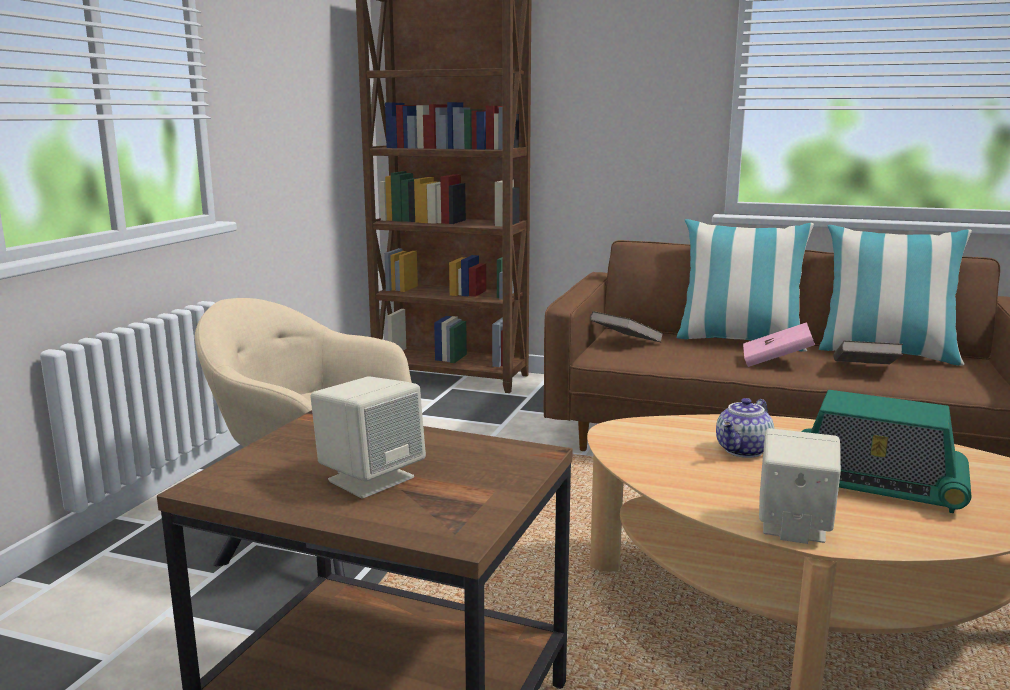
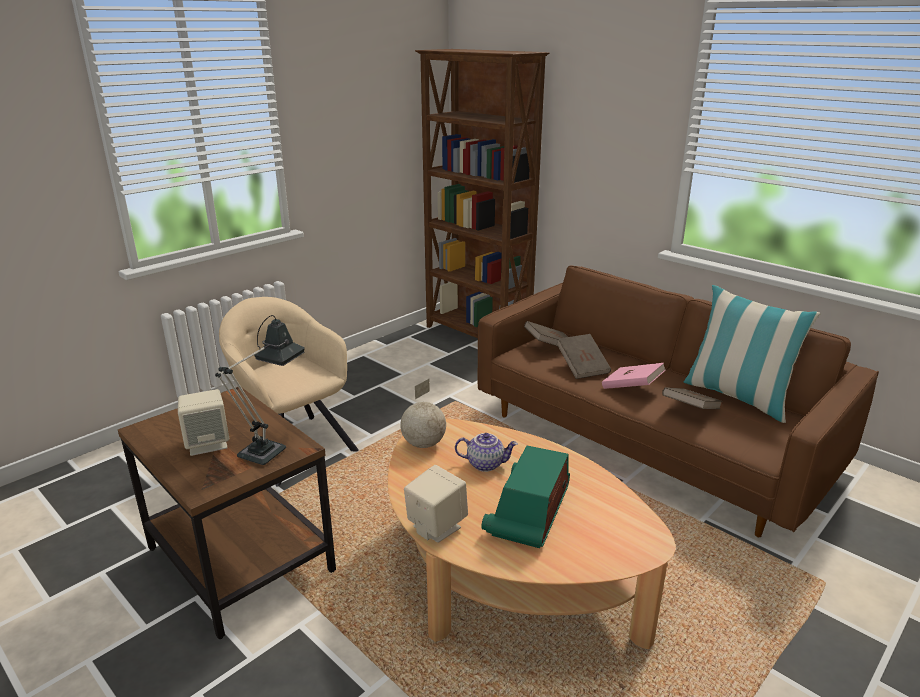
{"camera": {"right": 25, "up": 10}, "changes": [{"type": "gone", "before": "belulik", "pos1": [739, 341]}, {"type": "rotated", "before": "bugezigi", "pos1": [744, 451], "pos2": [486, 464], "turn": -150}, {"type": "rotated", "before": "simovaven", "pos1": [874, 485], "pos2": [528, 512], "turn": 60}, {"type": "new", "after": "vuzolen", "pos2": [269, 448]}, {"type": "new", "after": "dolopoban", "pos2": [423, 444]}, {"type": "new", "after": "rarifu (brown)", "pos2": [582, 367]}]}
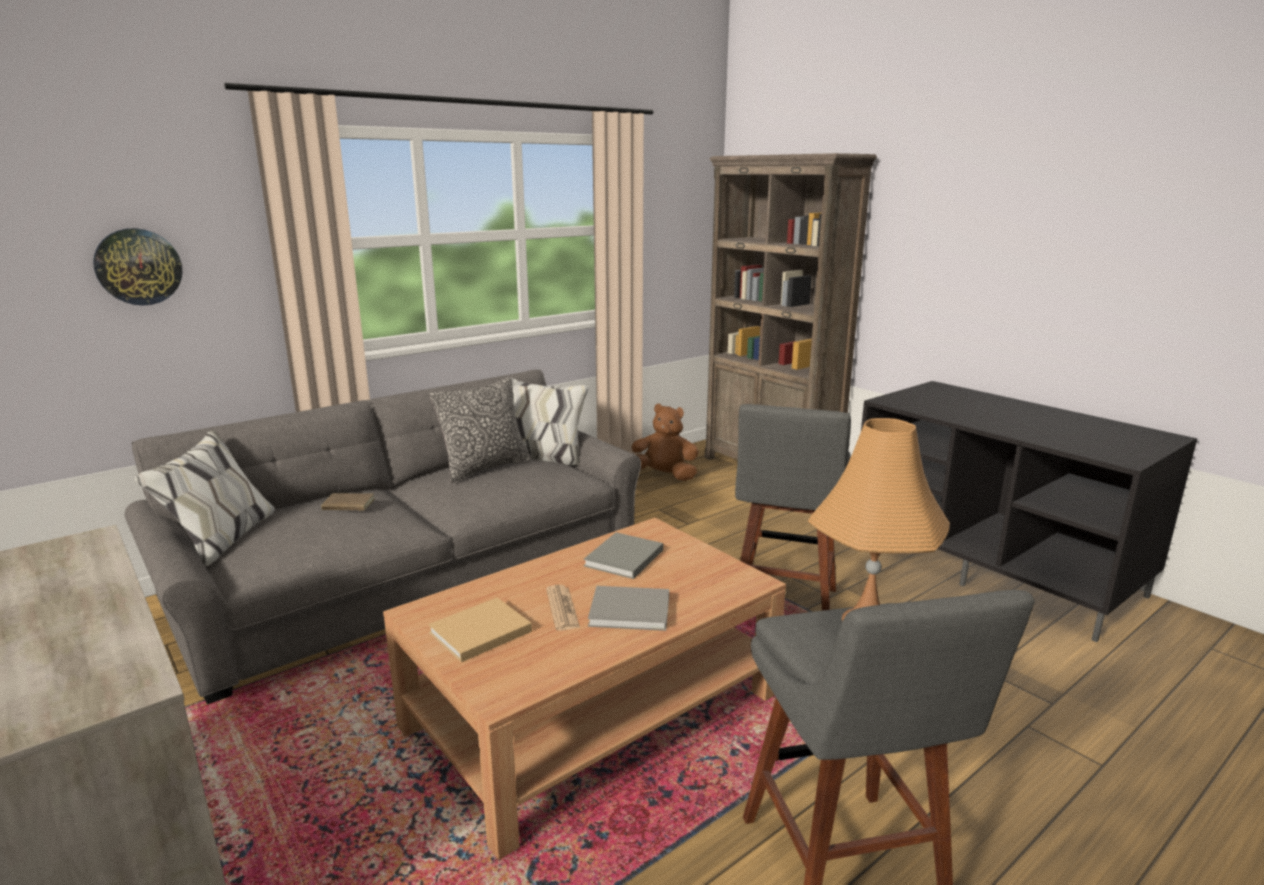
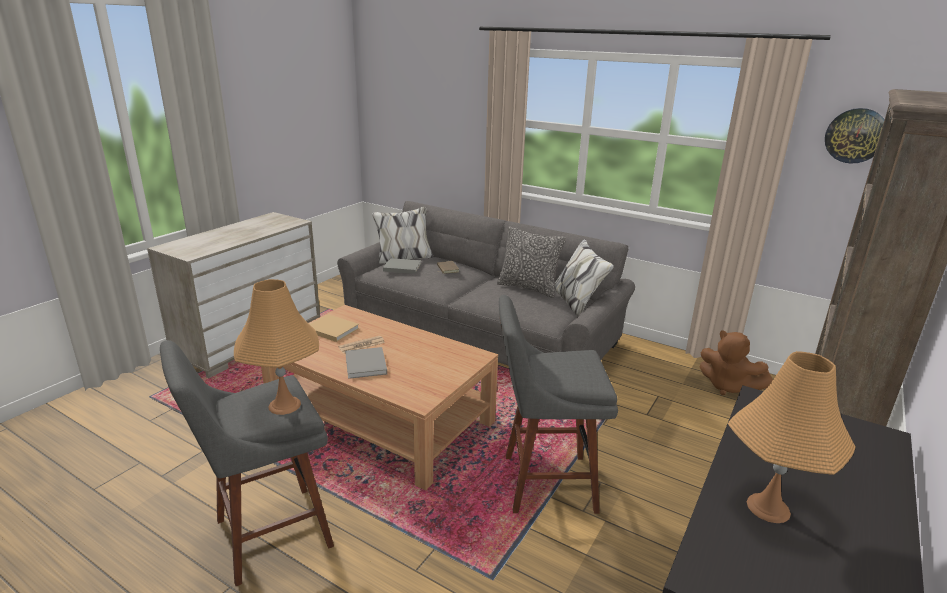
{"camera": {"right": 70, "up": 5}, "changes": [{"type": "shifted", "before": "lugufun", "pos1": [138, 267], "pos2": [855, 135]}, {"type": "shifted", "before": "rarifu (grey)", "pos1": [623, 559], "pos2": [401, 267]}, {"type": "rotated", "before": "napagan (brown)", "pos1": [663, 475], "pos2": [728, 386], "turn": 135}, {"type": "new", "after": "vuzolen (orange)", "pos2": [768, 507]}]}
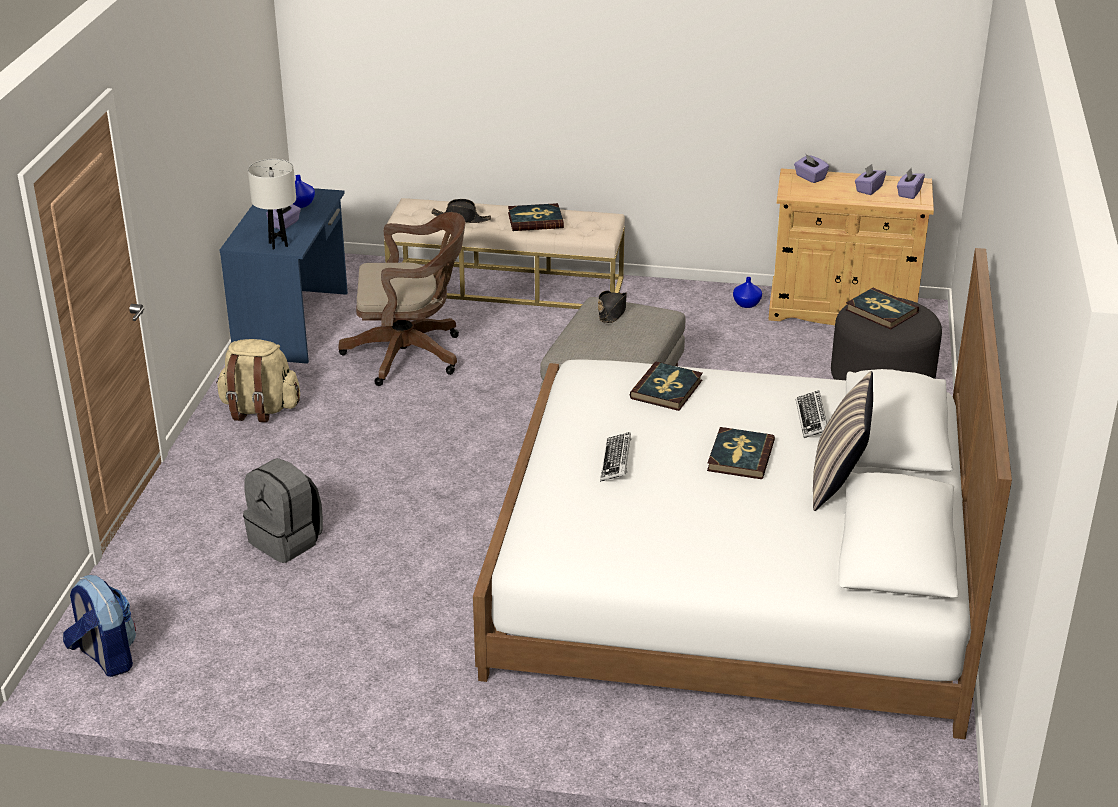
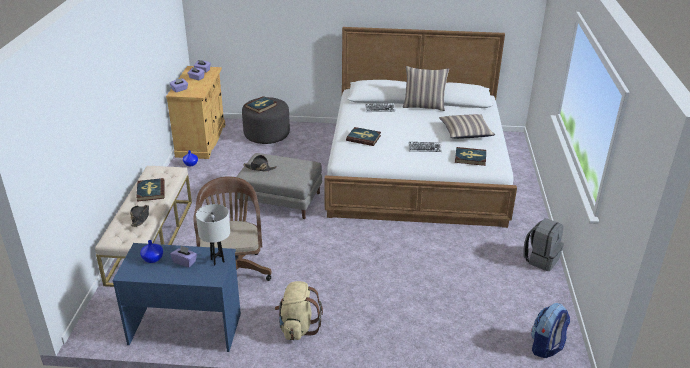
{"camera": {"right": -95, "up": 0}, "changes": [{"type": "shifted", "before": "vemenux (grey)", "pos1": [287, 541], "pos2": [541, 259]}, {"type": "shifted", "before": "rarifu", "pos1": [740, 456], "pos2": [470, 158]}, {"type": "new", "after": "belulik", "pos2": [466, 132]}]}
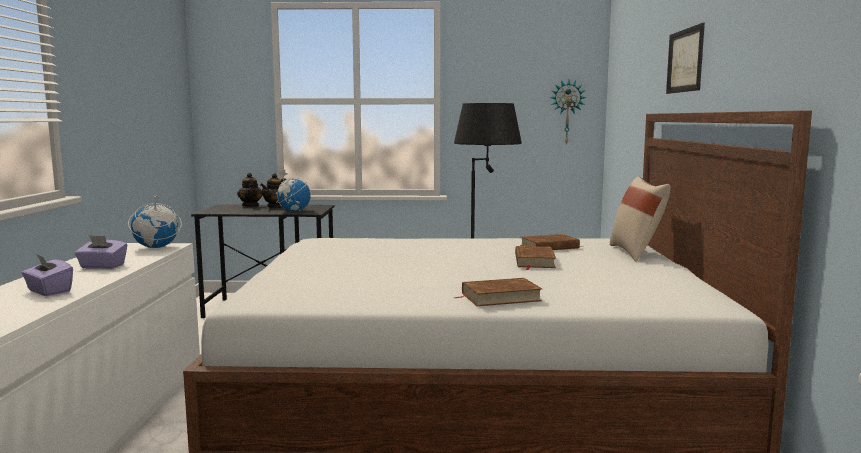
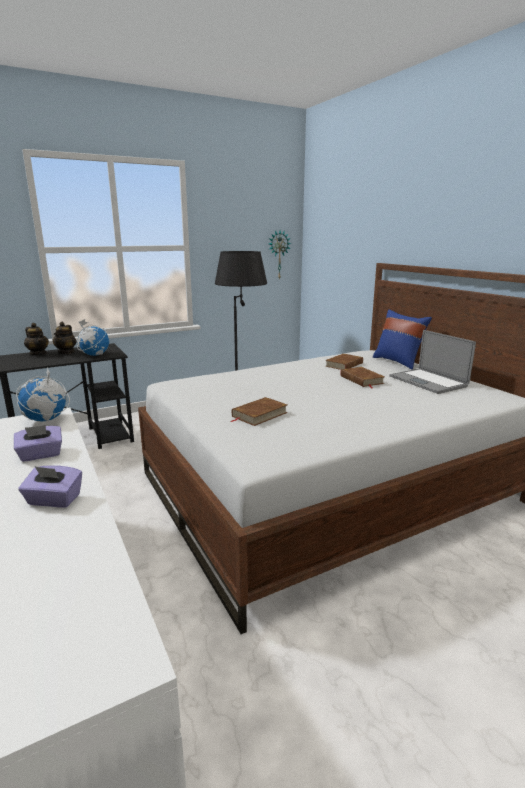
{"camera": {"right": -30, "up": 10}, "changes": [{"type": "shifted", "before": "rarifu (brown)", "pos1": [500, 297], "pos2": [259, 414]}, {"type": "repainted", "before": "belulik (beige)", "after": "belulik (blue)", "pos1": [636, 253], "pos2": [398, 362]}, {"type": "gone", "before": "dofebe", "pos1": [685, 60]}, {"type": "new", "after": "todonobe", "pos2": [427, 381]}]}
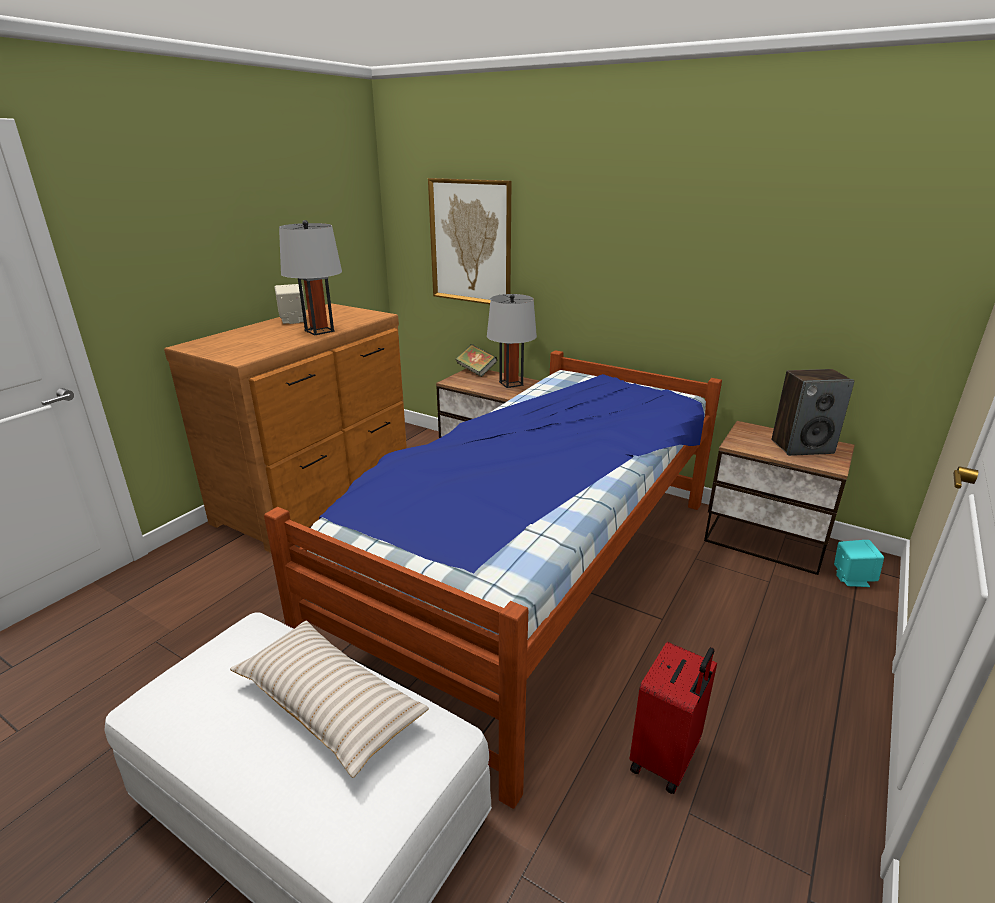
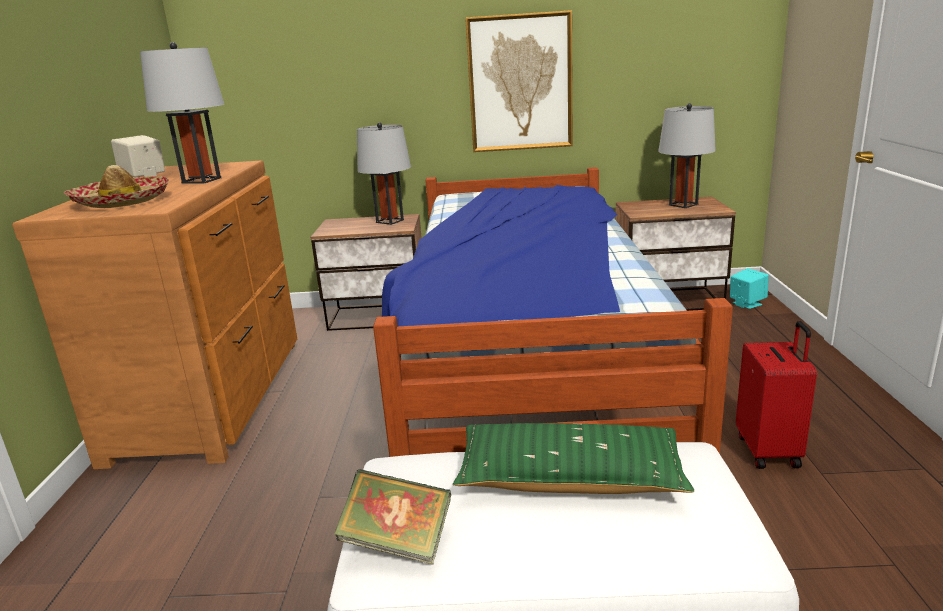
{"camera": {"right": -30, "up": -5}, "changes": [{"type": "repainted", "before": "belulik (beige)", "after": "belulik (green)", "pos1": [329, 705], "pos2": [569, 478]}, {"type": "shifted", "before": "dofebe", "pos1": [471, 242], "pos2": [520, 83]}, {"type": "shifted", "before": "rarifu", "pos1": [476, 371], "pos2": [397, 542]}, {"type": "swapped", "before": "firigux", "after": "vuzolen (grey)", "pos1": [802, 447], "pos2": [683, 204]}, {"type": "new", "after": "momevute", "pos2": [121, 202]}]}
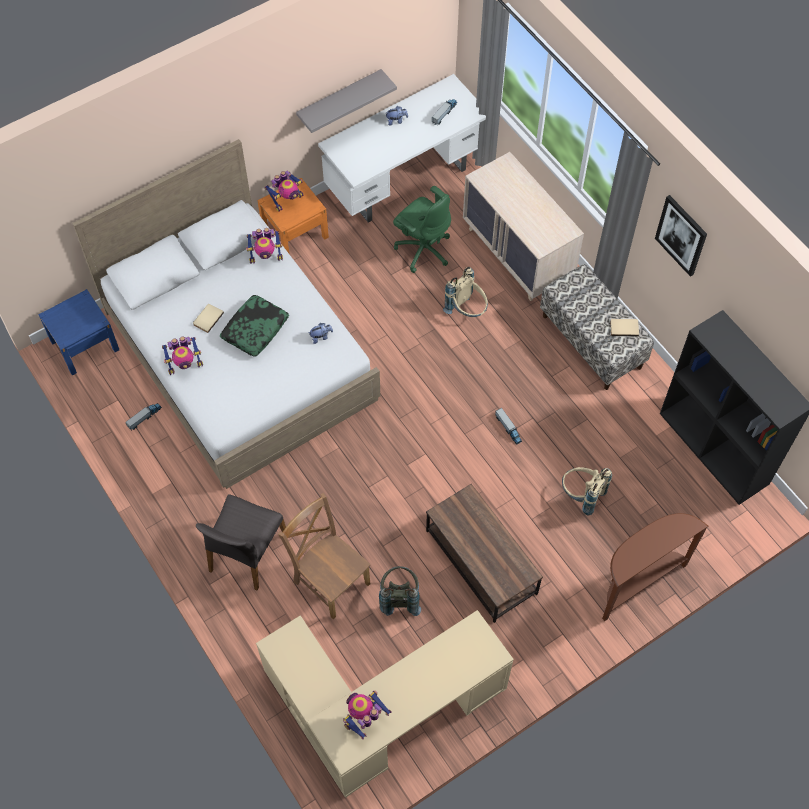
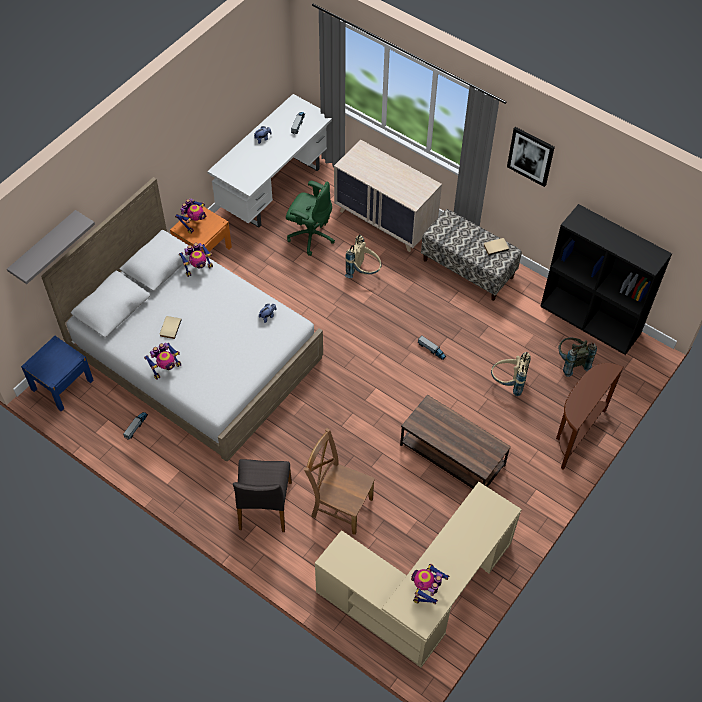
{"camera": {"right": -20, "up": -5}, "changes": [{"type": "gone", "before": "belulik", "pos1": [255, 329]}, {"type": "shifted", "before": "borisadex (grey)", "pos1": [339, 99], "pos2": [44, 246]}, {"type": "shifted", "before": "vemenux (grey)", "pos1": [399, 597], "pos2": [571, 363]}]}
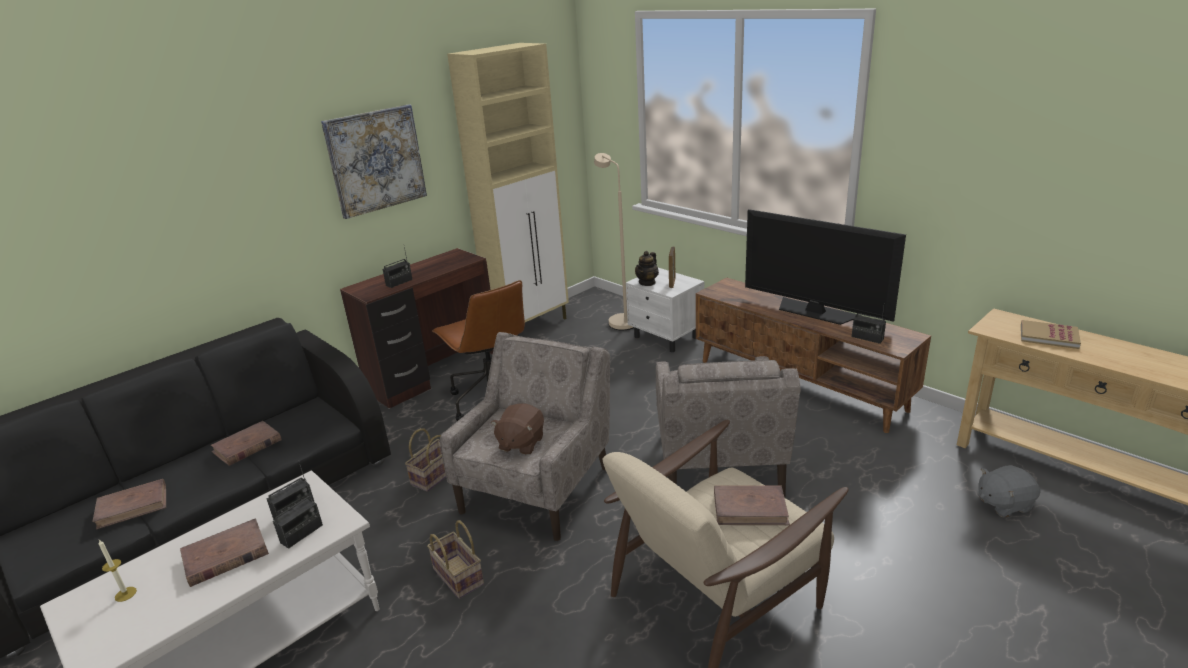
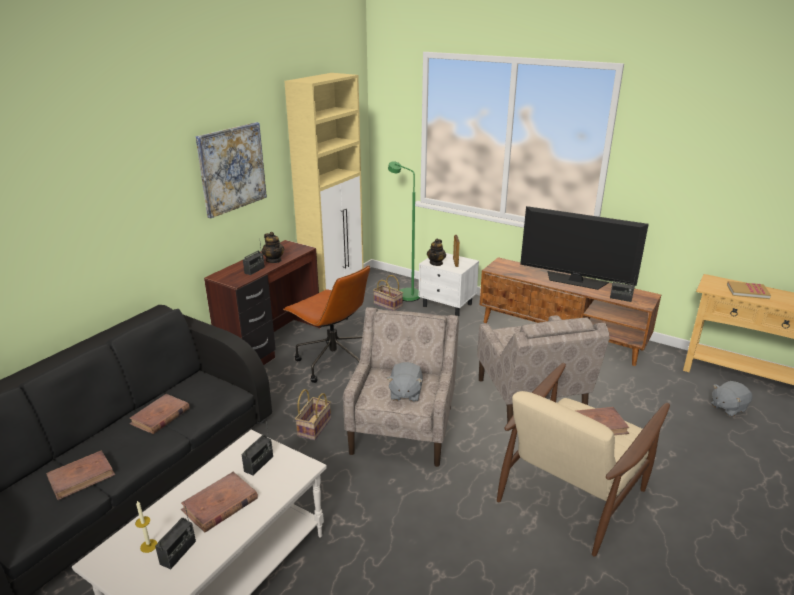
{"camera": {"right": -15, "up": 0}, "changes": [{"type": "shifted", "before": "simovaven", "pos1": [302, 534], "pos2": [178, 552]}, {"type": "shifted", "before": "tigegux", "pos1": [456, 576], "pos2": [387, 305]}, {"type": "repainted", "before": "napagan (brown)", "after": "napagan (grey)", "pos1": [521, 443], "pos2": [405, 393]}, {"type": "repainted", "before": "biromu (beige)", "after": "biromu (green)", "pos1": [620, 320], "pos2": [405, 293]}, {"type": "new", "after": "bugezigi", "pos2": [274, 260]}]}
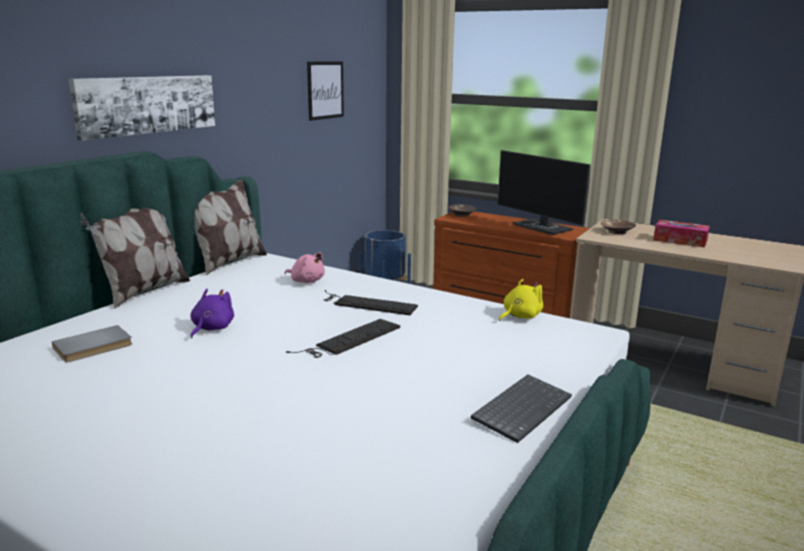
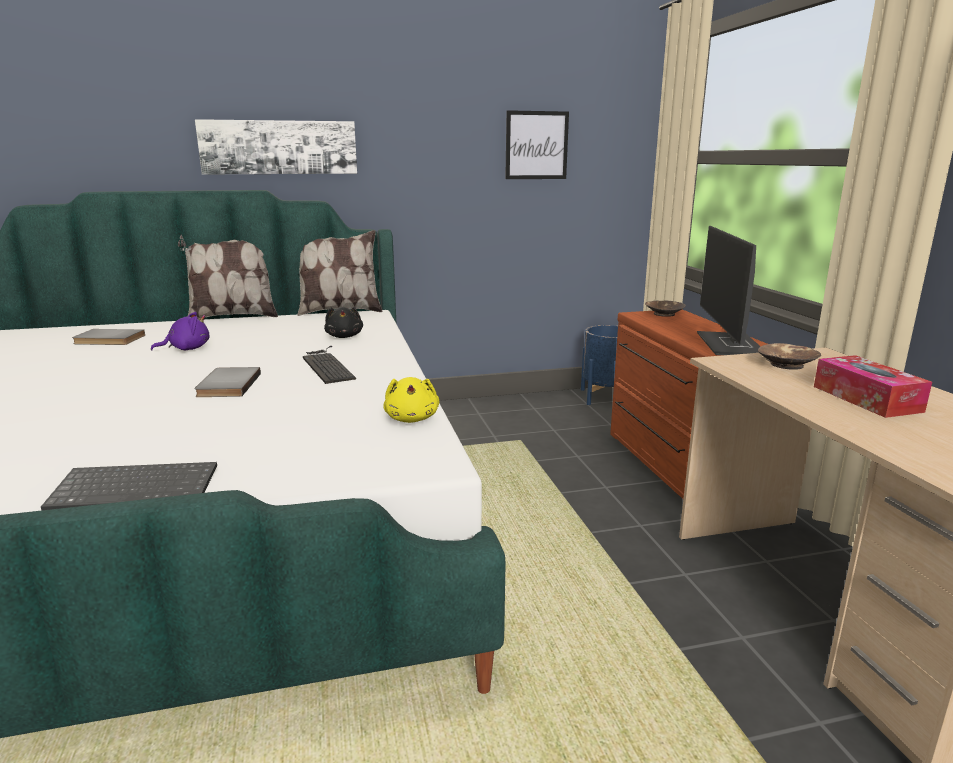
{"camera": {"right": 45, "up": 0}, "changes": [{"type": "repainted", "before": "napagan (pink)", "after": "napagan (black)", "pos1": [306, 281], "pos2": [344, 336]}, {"type": "swapped", "before": "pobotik", "after": "rarifu (grey)", "pos1": [349, 340], "pos2": [226, 385]}, {"type": "rotated", "before": "napagan (yellow)", "pos1": [520, 316], "pos2": [412, 418], "turn": 75}]}
